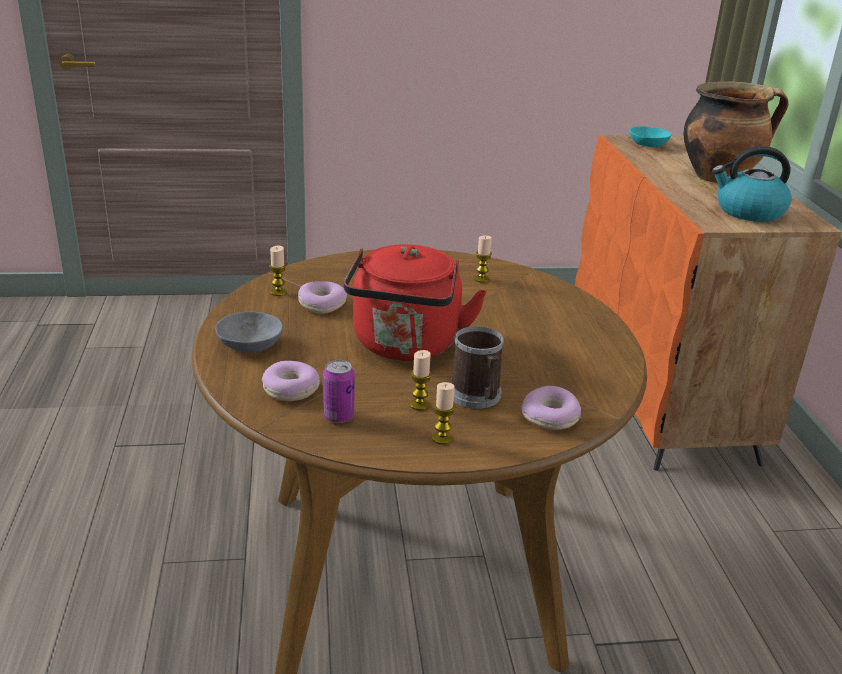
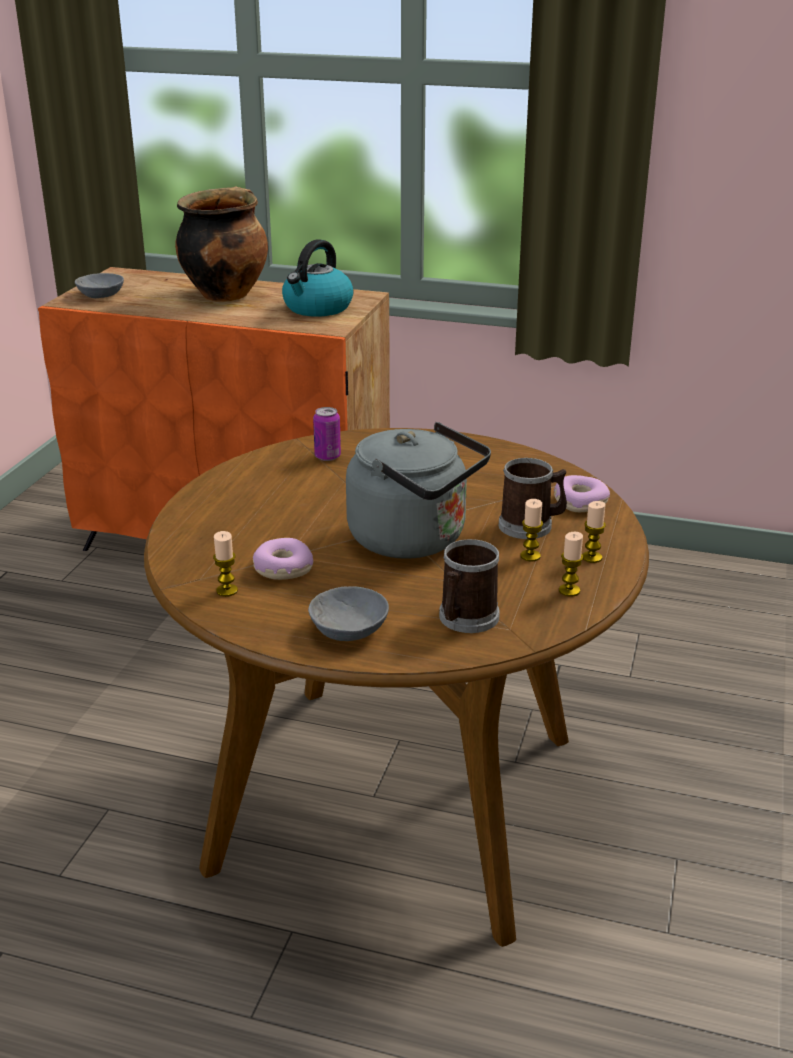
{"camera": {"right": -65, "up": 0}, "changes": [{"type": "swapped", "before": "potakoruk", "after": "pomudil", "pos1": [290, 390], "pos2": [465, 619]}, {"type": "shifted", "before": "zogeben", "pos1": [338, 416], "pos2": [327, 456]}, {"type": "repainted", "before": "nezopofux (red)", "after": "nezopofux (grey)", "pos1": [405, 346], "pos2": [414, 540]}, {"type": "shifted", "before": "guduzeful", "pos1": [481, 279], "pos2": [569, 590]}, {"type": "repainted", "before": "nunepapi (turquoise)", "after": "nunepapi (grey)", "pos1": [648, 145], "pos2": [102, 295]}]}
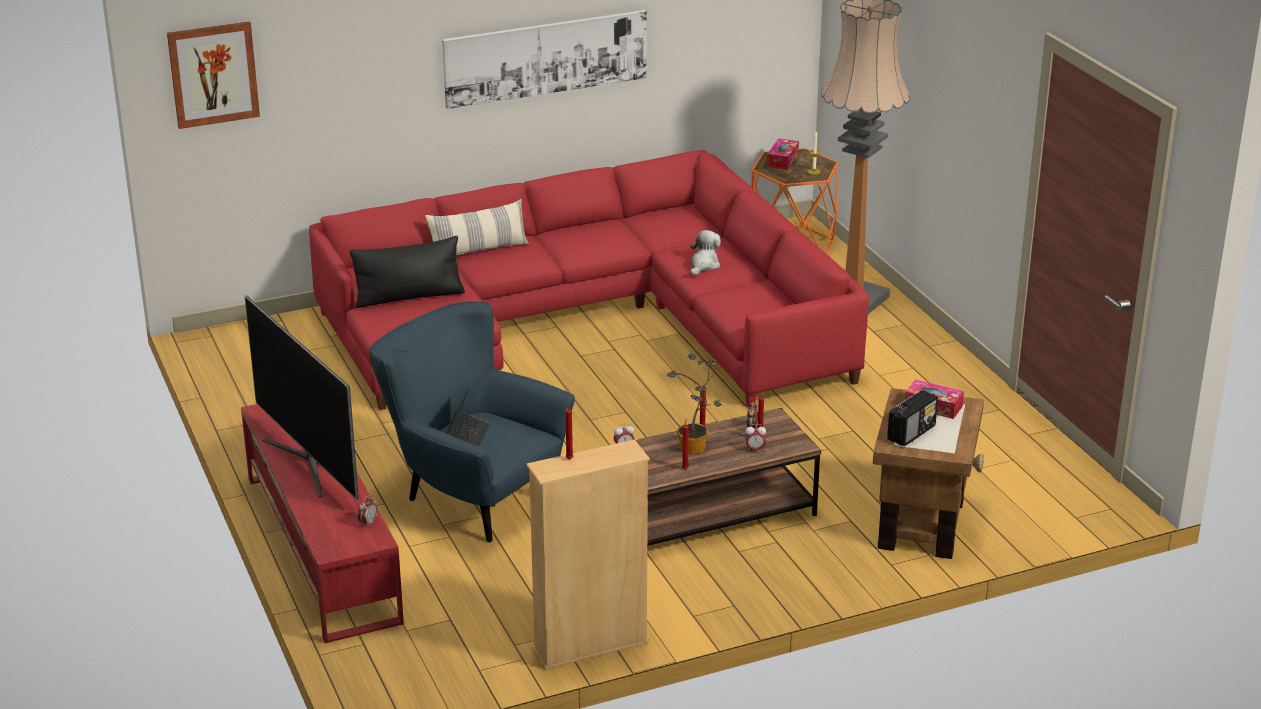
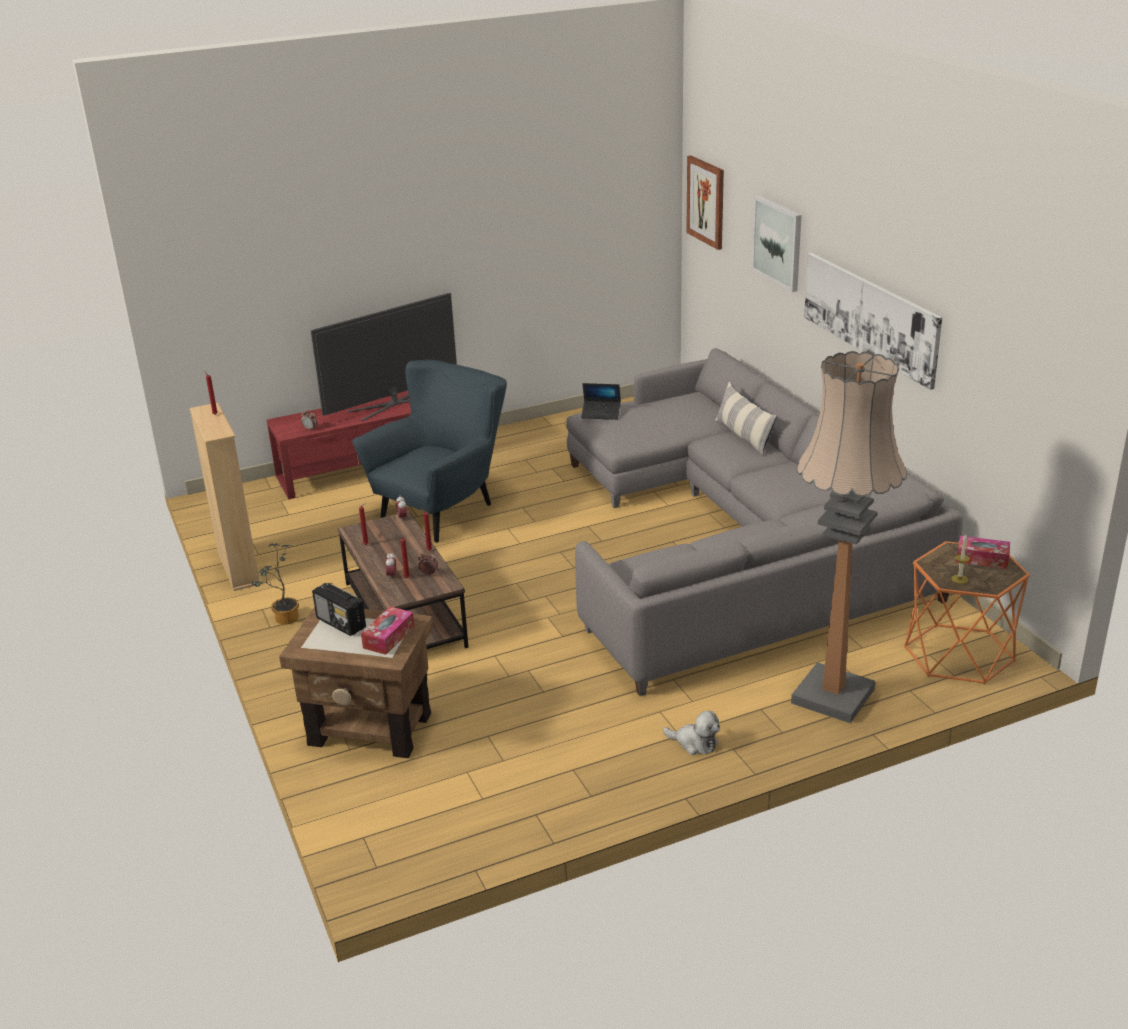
{"camera": {"right": 90, "up": 0}, "changes": [{"type": "repainted", "before": "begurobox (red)", "after": "begurobox (grey)", "pos1": [590, 321], "pos2": [738, 542]}, {"type": "gone", "before": "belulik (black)", "pos1": [409, 297]}, {"type": "shifted", "before": "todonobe", "pos1": [467, 435], "pos2": [601, 414]}, {"type": "shifted", "before": "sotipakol", "pos1": [695, 449], "pos2": [283, 619]}, {"type": "shifted", "before": "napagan", "pos1": [703, 265], "pos2": [694, 743]}, {"type": "new", "after": "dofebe", "pos2": [778, 242]}]}
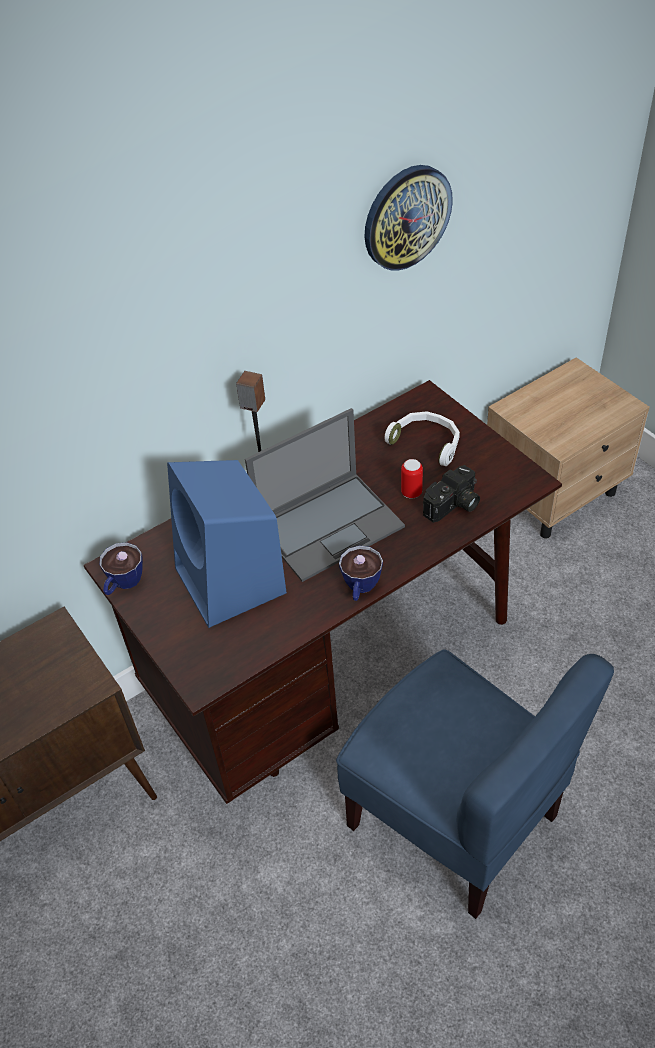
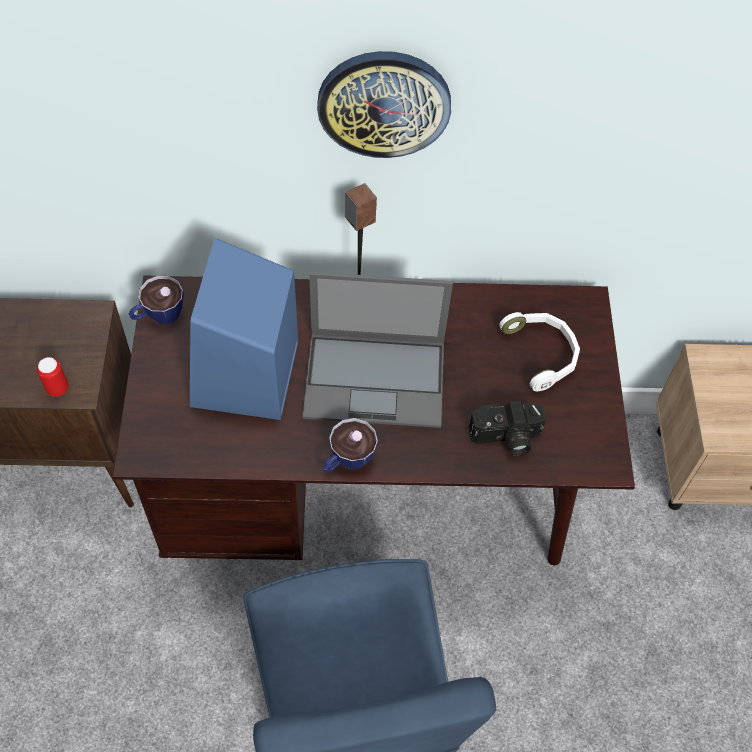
{"camera": {"right": 30, "up": 10}, "changes": [{"type": "shifted", "before": "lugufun", "pos1": [406, 217], "pos2": [384, 103]}, {"type": "shifted", "before": "zogeben", "pos1": [411, 493], "pos2": [57, 388]}]}
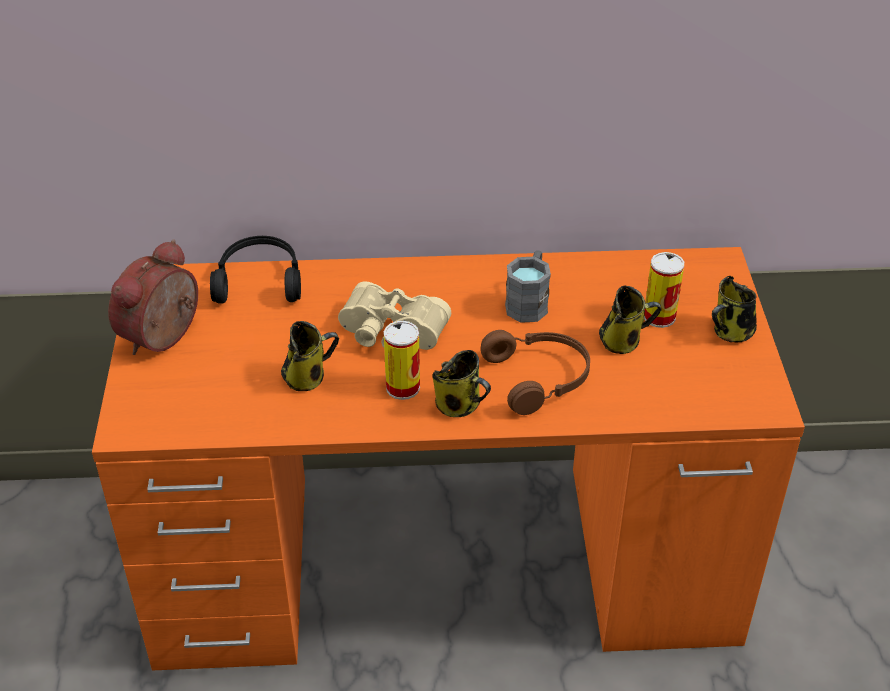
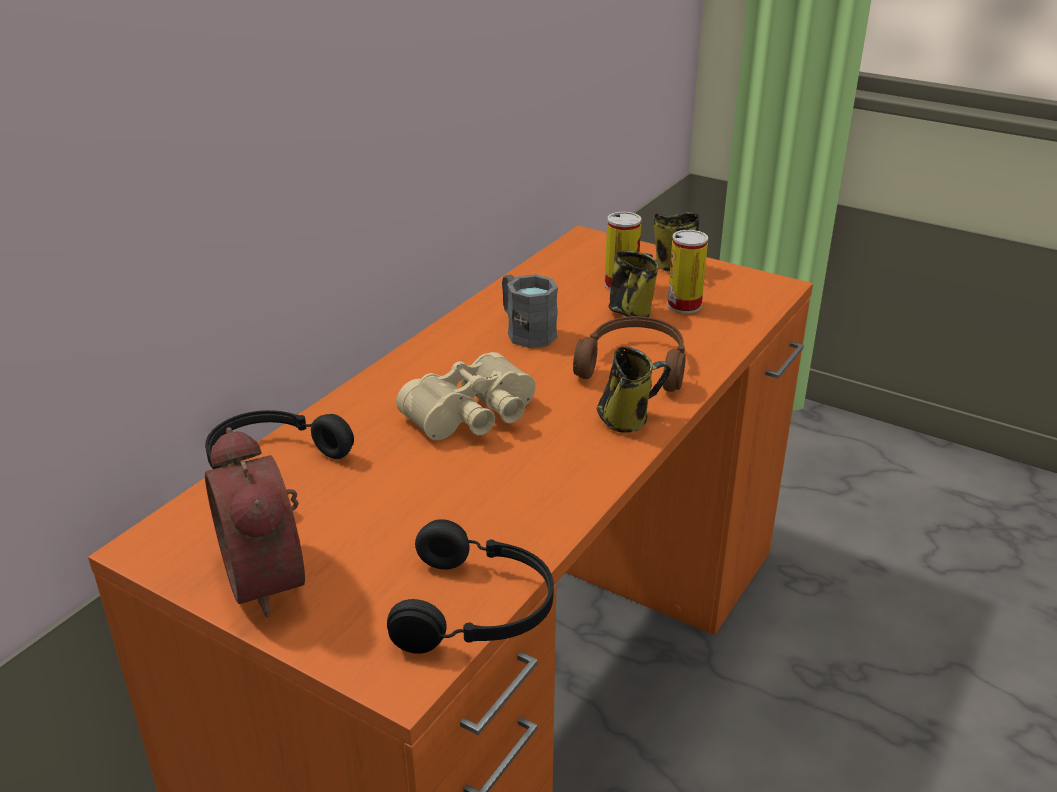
{"camera": {"right": -55, "up": -10}, "changes": [{"type": "gone", "before": "pomudil", "pos1": [307, 377]}, {"type": "shifted", "before": "zogeben", "pos1": [403, 387], "pos2": [684, 305]}, {"type": "new", "after": "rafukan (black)", "pos2": [477, 609]}]}
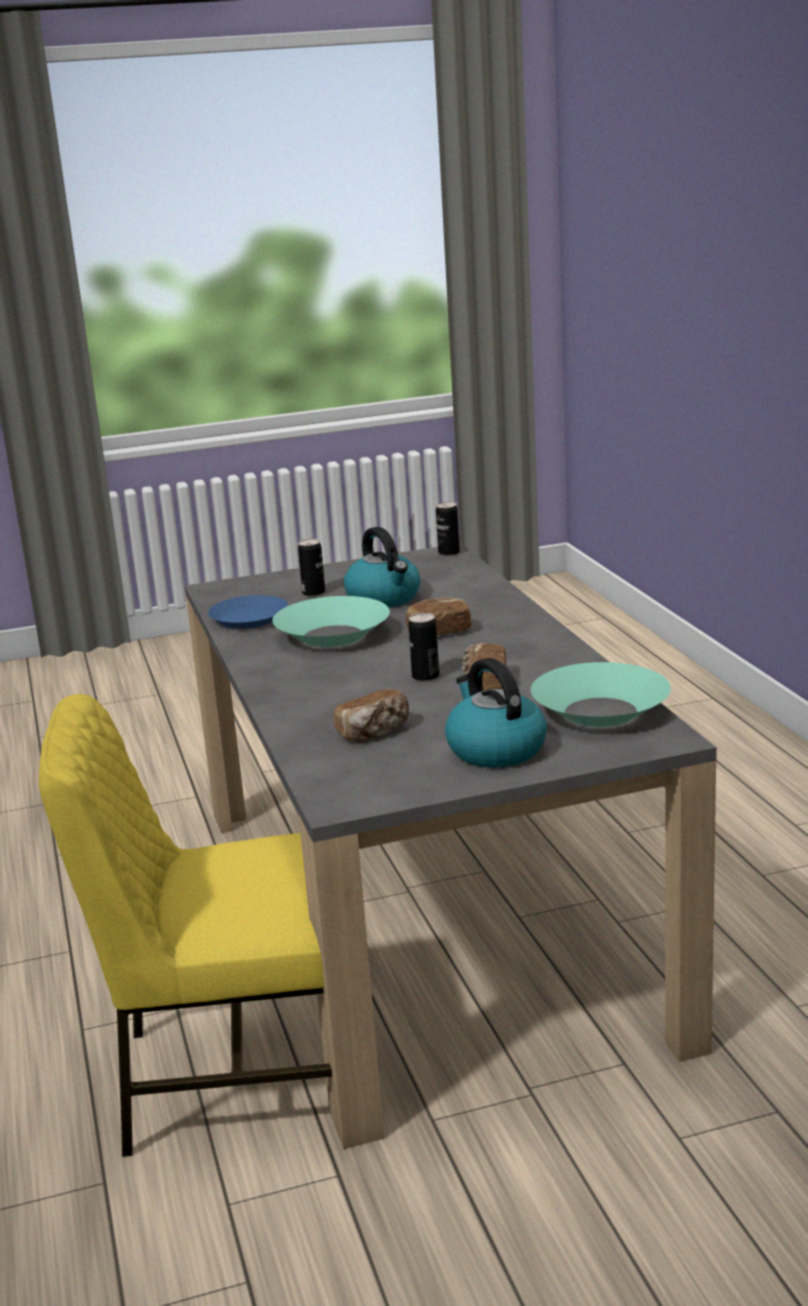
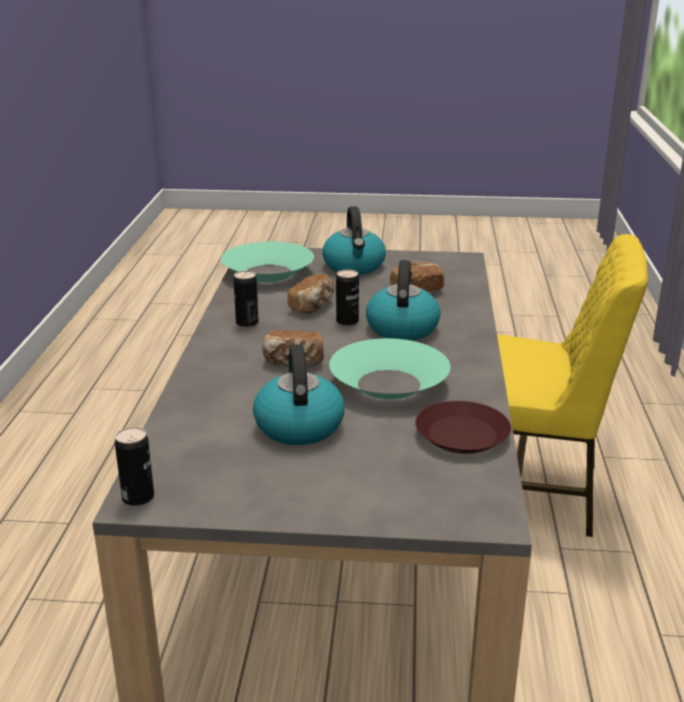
{"camera": {"right": -160, "up": 5}, "changes": [{"type": "repainted", "before": "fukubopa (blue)", "after": "fukubopa (brown)", "pos1": [249, 619], "pos2": [461, 434]}, {"type": "shifted", "before": "zogeben", "pos1": [313, 593], "pos2": [247, 323]}, {"type": "new", "after": "nezopofux", "pos2": [402, 328]}]}
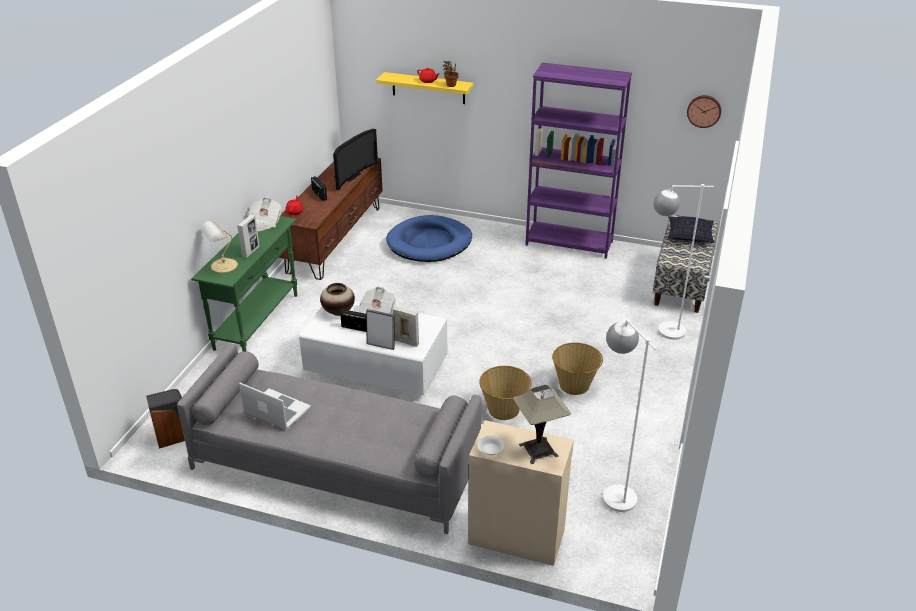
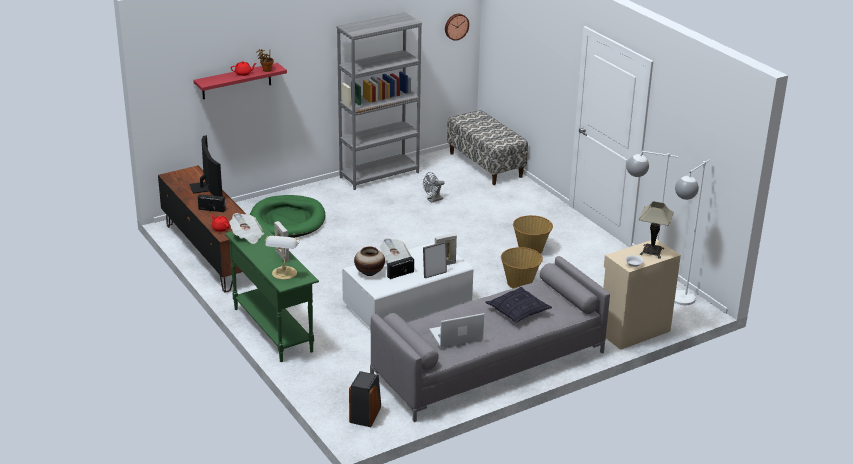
{"camera": {"right": -50, "up": -5}, "changes": [{"type": "repainted", "before": "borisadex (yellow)", "after": "borisadex (red)", "pos1": [428, 88], "pos2": [236, 81]}, {"type": "repainted", "before": "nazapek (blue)", "after": "nazapek (green)", "pos1": [429, 243], "pos2": [287, 220]}, {"type": "repainted", "before": "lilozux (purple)", "after": "lilozux (grey)", "pos1": [569, 243], "pos2": [379, 175]}, {"type": "shifted", "before": "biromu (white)", "pos1": [661, 331], "pos2": [678, 302]}, {"type": "shifted", "before": "belulik", "pos1": [689, 236], "pos2": [518, 312]}, {"type": "new", "after": "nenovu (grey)", "pos2": [433, 200]}]}
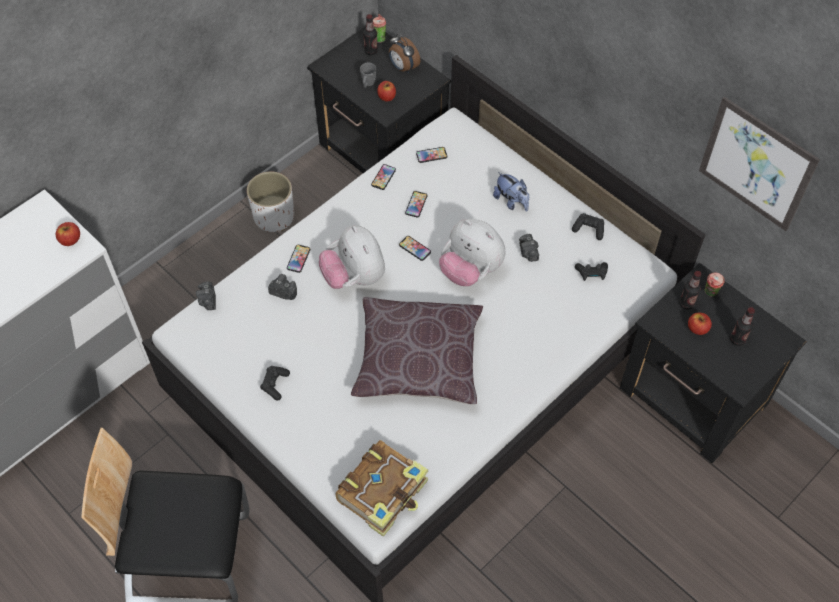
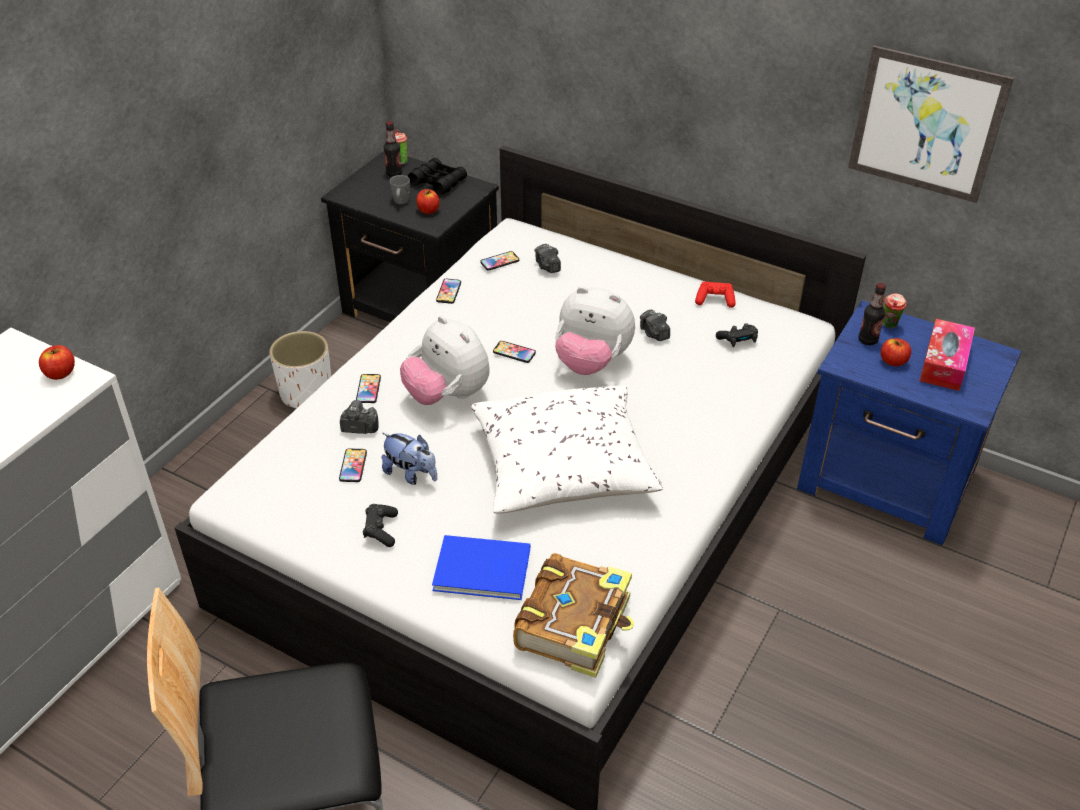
{"camera": {"right": -15, "up": -15}, "changes": [{"type": "shifted", "before": "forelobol", "pos1": [208, 301], "pos2": [547, 266]}, {"type": "repainted", "before": "belulik (brown)", "after": "belulik (white)", "pos1": [418, 360], "pos2": [563, 466]}, {"type": "swapped", "before": "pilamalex", "after": "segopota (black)", "pos1": [403, 67], "pos2": [438, 182]}, {"type": "shifted", "before": "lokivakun", "pos1": [416, 204], "pos2": [353, 466]}, {"type": "shifted", "before": "napagan", "pos1": [511, 201], "pos2": [411, 474]}, {"type": "repainted", "before": "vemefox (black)", "after": "vemefox (red)", "pos1": [589, 229], "pos2": [715, 300]}, {"type": "repainted", "before": "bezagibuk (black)", "after": "bezagibuk (blue)", "pos1": [694, 398], "pos2": [888, 482]}, {"type": "swapped", "before": "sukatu", "after": "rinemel", "pos1": [737, 339], "pos2": [944, 363]}, {"type": "new", "after": "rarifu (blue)", "pos2": [483, 571]}]}
